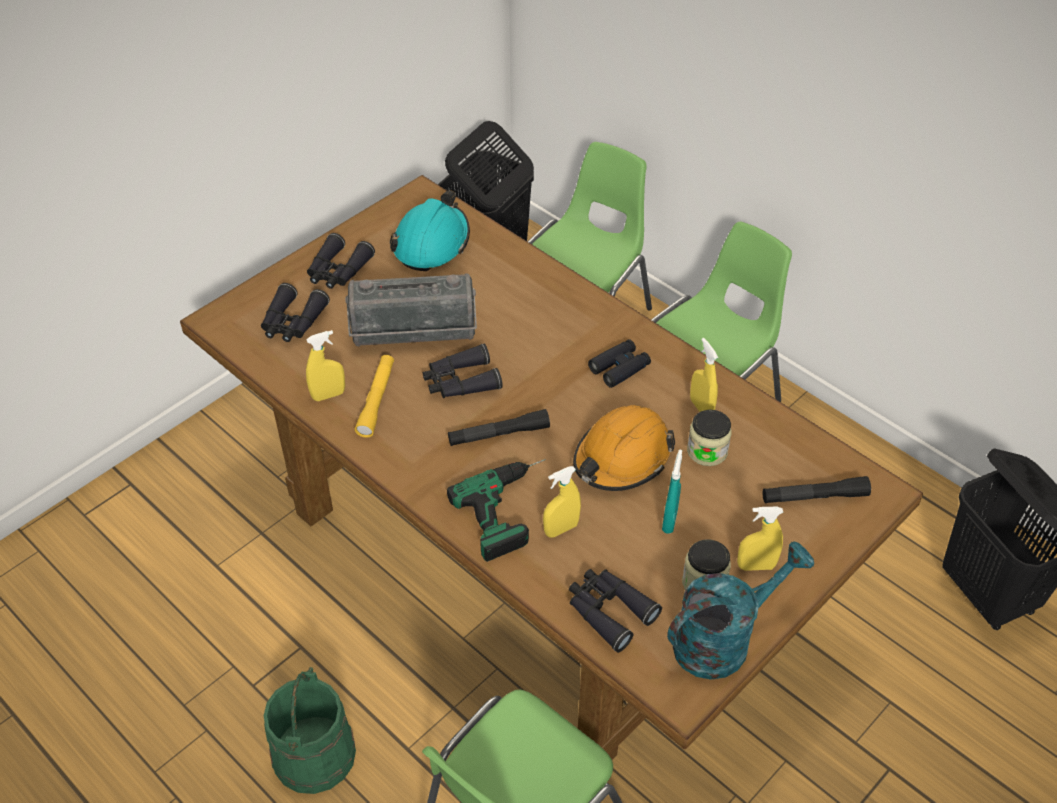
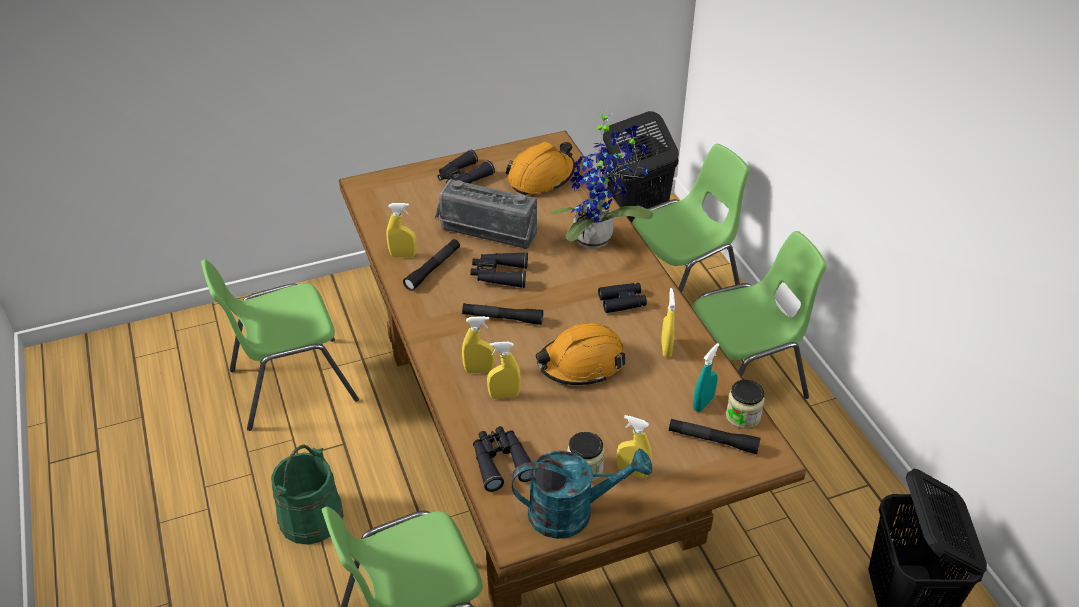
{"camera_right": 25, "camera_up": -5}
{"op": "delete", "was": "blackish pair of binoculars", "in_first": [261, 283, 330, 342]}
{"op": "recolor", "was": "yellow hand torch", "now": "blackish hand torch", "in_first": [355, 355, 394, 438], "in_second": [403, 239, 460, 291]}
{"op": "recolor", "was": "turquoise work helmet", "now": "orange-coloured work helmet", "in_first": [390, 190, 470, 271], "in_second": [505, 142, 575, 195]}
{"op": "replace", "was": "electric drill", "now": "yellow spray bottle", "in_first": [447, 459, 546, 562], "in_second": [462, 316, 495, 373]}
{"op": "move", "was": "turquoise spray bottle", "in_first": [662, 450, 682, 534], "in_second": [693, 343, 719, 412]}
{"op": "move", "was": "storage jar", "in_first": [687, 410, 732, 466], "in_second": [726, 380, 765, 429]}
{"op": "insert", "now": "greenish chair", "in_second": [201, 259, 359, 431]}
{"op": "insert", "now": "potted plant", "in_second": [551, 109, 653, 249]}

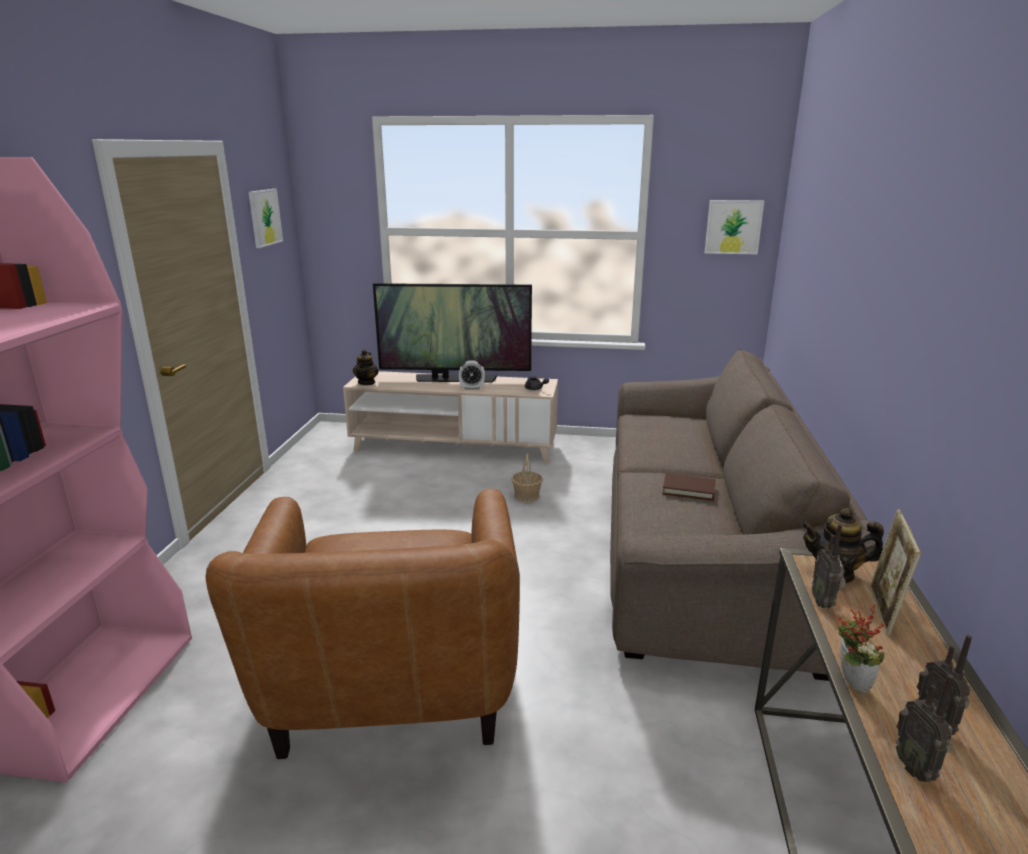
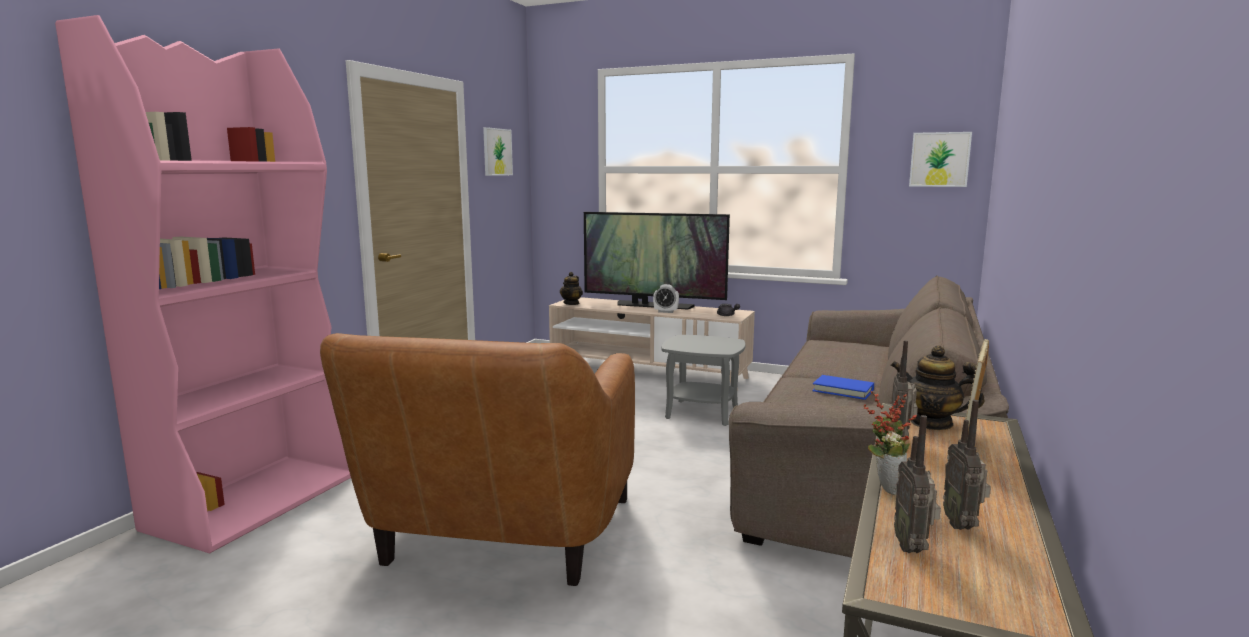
{"camera_right": 15, "camera_up": -10}
{"op": "replace", "was": "basket", "now": "grey end table", "in_first": [511, 453, 543, 503], "in_second": [662, 335, 745, 426]}
{"op": "recolor", "was": "brownish book", "now": "blue book", "in_first": [662, 473, 715, 501], "in_second": [812, 375, 874, 400]}

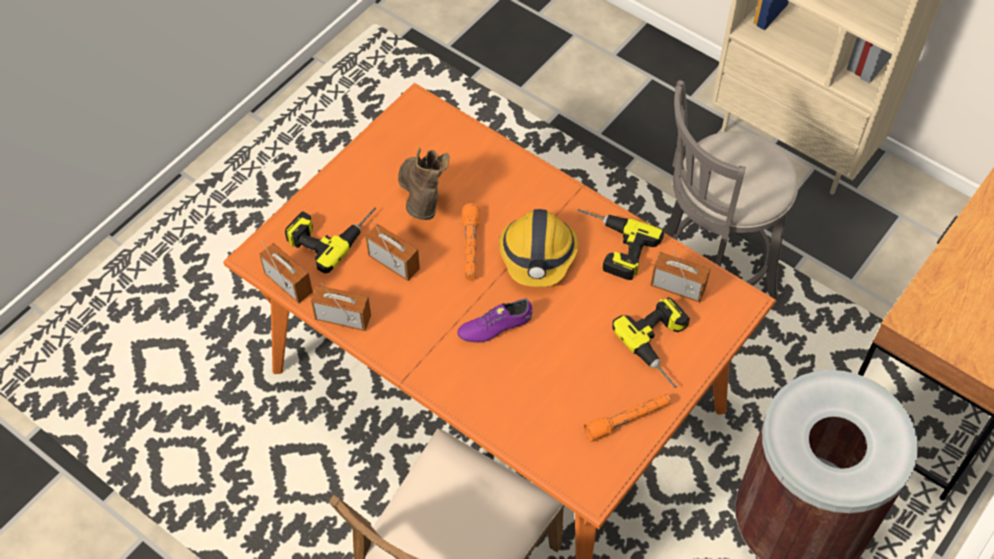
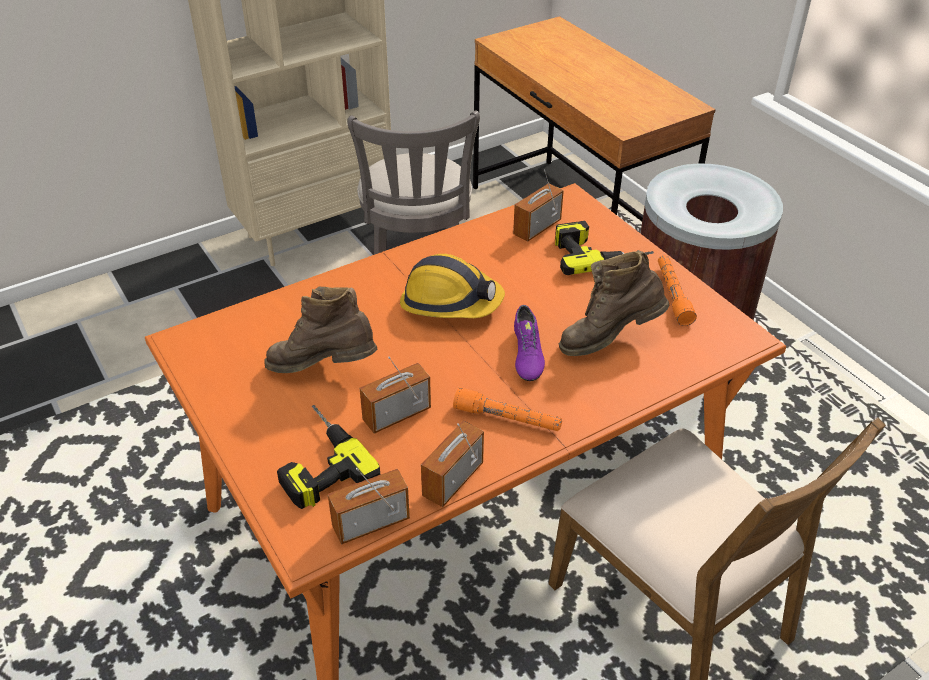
{"camera_right": -70, "camera_up": -15}
{"op": "move", "was": "orange-coloured hand torch", "in_first": [462, 203, 479, 280], "in_second": [453, 387, 562, 431]}
{"op": "delete", "was": "electric drill", "in_first": [578, 209, 664, 280]}
{"op": "insert", "now": "brownish high-top boot", "in_second": [559, 250, 669, 356]}

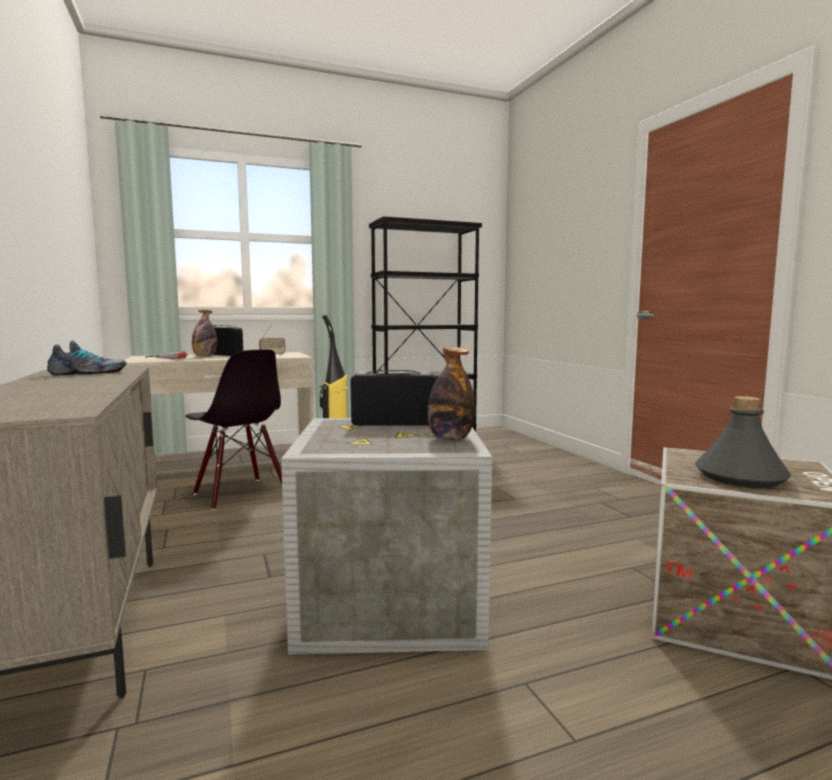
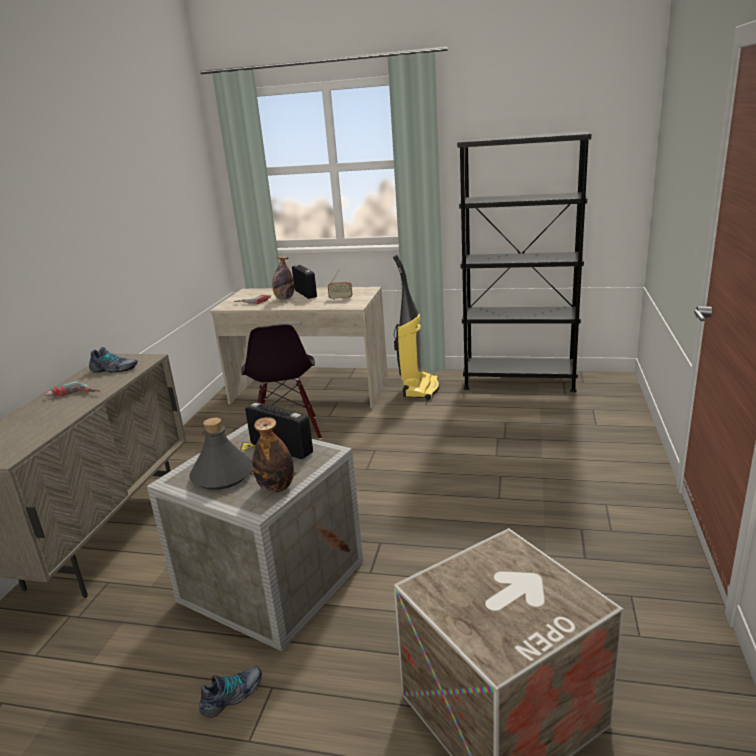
{"camera_right": 35, "camera_up": 15}
{"op": "move", "was": "grey beverage bottle", "in_first": [695, 396, 792, 488], "in_second": [189, 418, 253, 490]}
{"op": "insert", "now": "electric drill", "in_second": [45, 381, 101, 397]}
{"op": "insert", "now": "shoe", "in_second": [199, 667, 262, 718]}

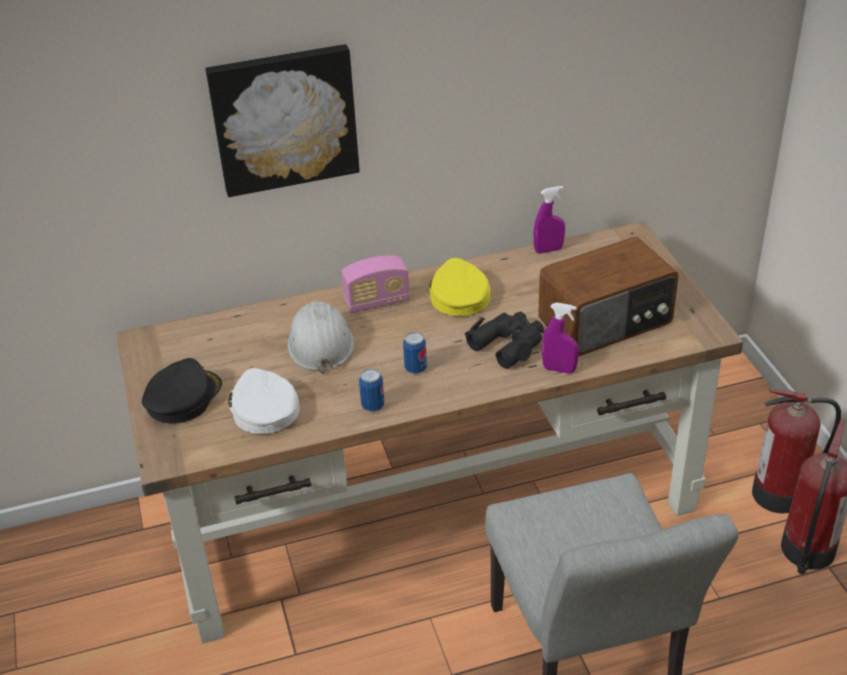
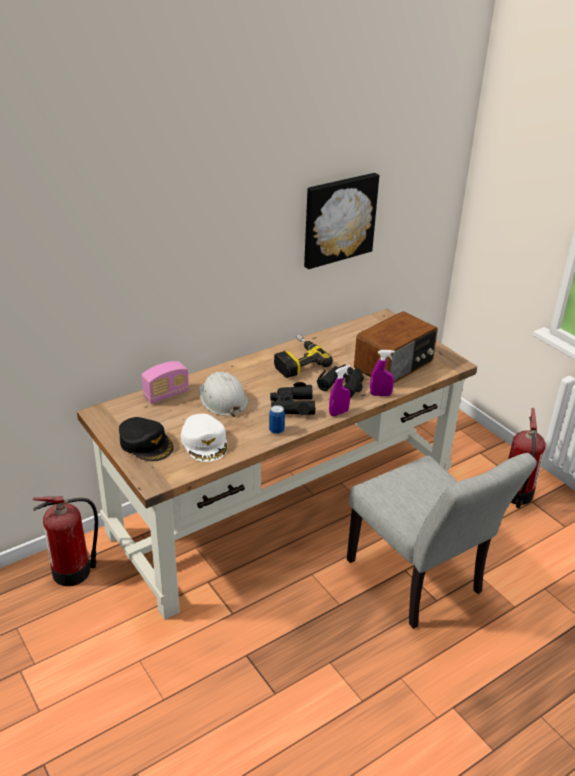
{"camera_right": -20, "camera_up": -5}
{"op": "rotate", "was": "blackish cap", "in_first": [142, 358, 222, 423], "in_second": [119, 417, 173, 461], "clockwise": 120}
{"op": "move", "was": "wall art", "in_first": [205, 44, 360, 197], "in_second": [304, 173, 379, 269]}
{"op": "rotate", "was": "white cap", "in_first": [228, 368, 300, 434], "in_second": [181, 414, 227, 462], "clockwise": -150}
{"op": "move", "was": "radio set", "in_first": [341, 255, 410, 313], "in_second": [142, 361, 189, 404]}
{"op": "replace", "was": "can", "now": "blackish pair of binoculars", "in_first": [403, 332, 427, 374], "in_second": [270, 382, 316, 415]}
{"op": "replace", "was": "yellow cap", "now": "electric drill", "in_first": [429, 258, 490, 316], "in_second": [274, 334, 333, 378]}
{"op": "move", "was": "purple spray bottle", "in_first": [534, 186, 565, 254], "in_second": [329, 365, 351, 416]}
{"op": "move", "was": "fire extinguisher", "in_first": [752, 389, 841, 513], "in_second": [32, 496, 98, 586]}

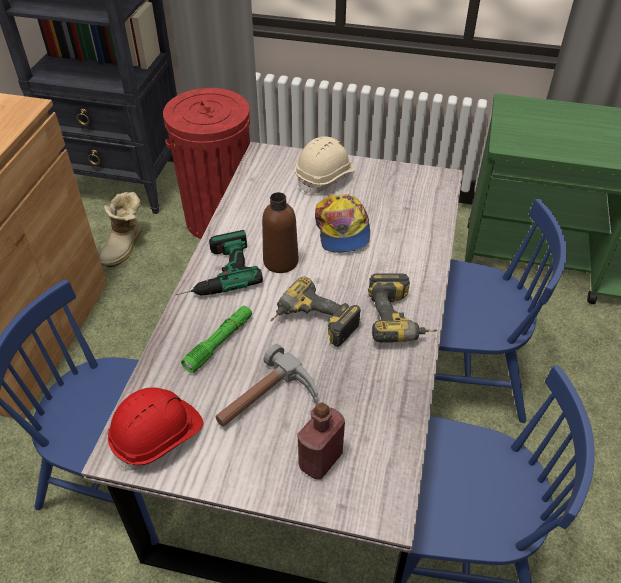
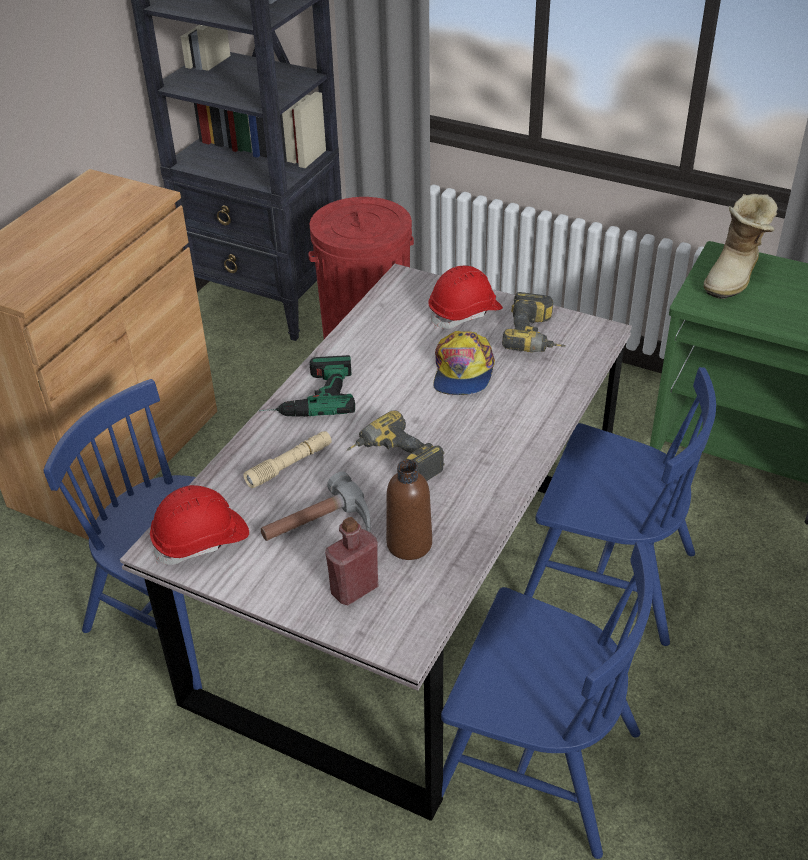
{"camera_right": 15, "camera_up": -5}
{"op": "move", "was": "high-top boot", "in_first": [99, 192, 142, 268], "in_second": [704, 194, 778, 299]}
{"op": "recolor", "was": "greenish hand torch", "now": "beige hand torch", "in_first": [181, 306, 252, 373], "in_second": [243, 431, 332, 488]}
{"op": "move", "was": "brownish beverage bottle", "in_first": [262, 192, 298, 273], "in_second": [386, 460, 432, 560]}
{"op": "recolor", "was": "beige work helmet", "now": "reddish work helmet", "in_first": [295, 136, 356, 194], "in_second": [428, 265, 503, 329]}
{"op": "move", "was": "electric drill", "in_first": [368, 274, 438, 343], "in_second": [502, 292, 565, 353]}

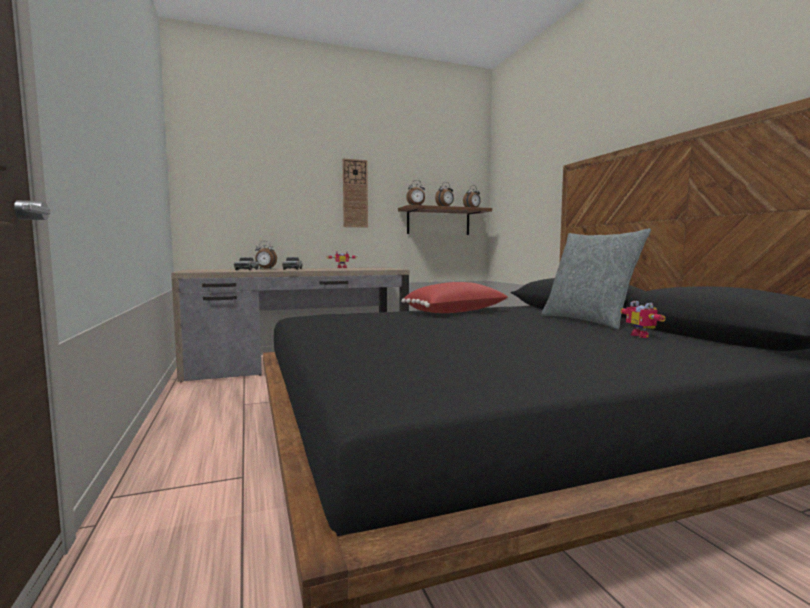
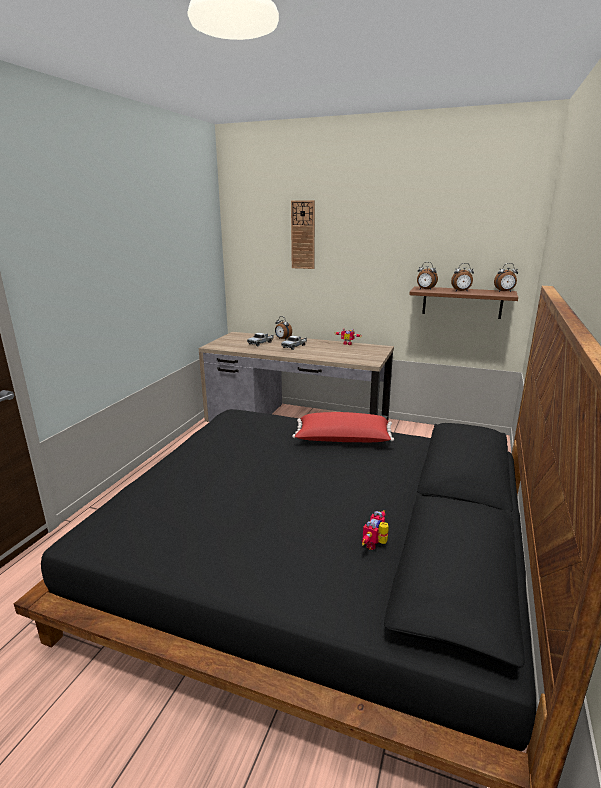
{"camera_right": 40, "camera_up": 15}
{"op": "move", "was": "hanging clock", "in_first": [343, 158, 368, 228], "in_second": [291, 200, 315, 269]}
{"op": "delete", "was": "grey pillow", "in_first": [541, 229, 651, 330]}

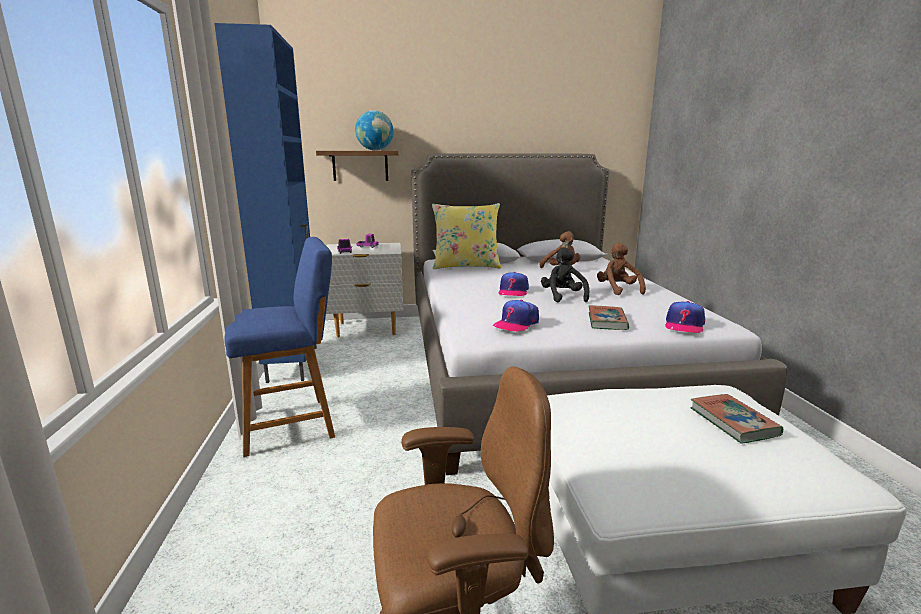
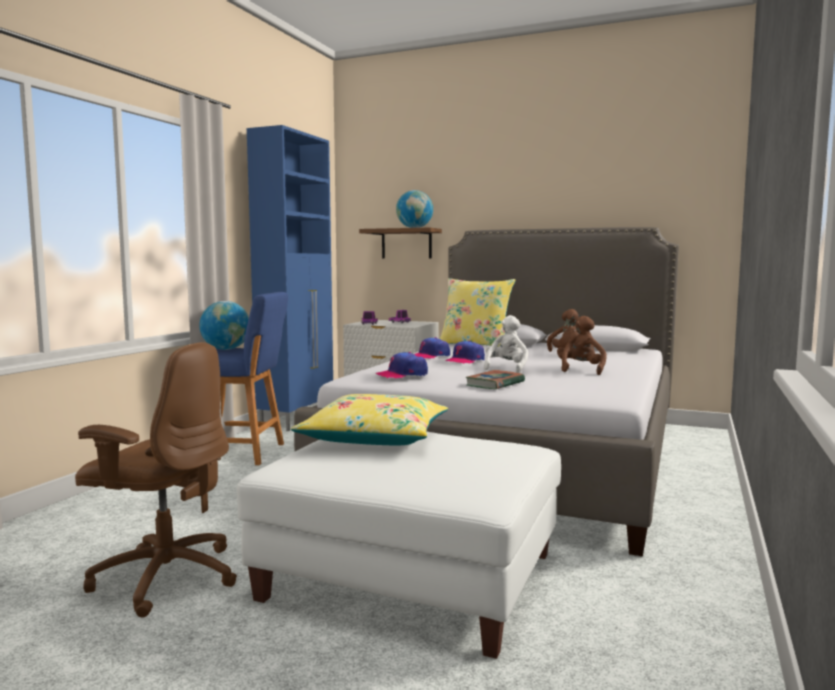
{"camera_right": 30, "camera_up": -10}
{"op": "recolor", "was": "blackish cuddly toy", "now": "white cuddly toy", "in_first": [541, 247, 589, 302], "in_second": [484, 315, 529, 373]}
{"op": "move", "was": "cap", "in_first": [665, 301, 705, 334], "in_second": [414, 337, 450, 359]}
{"op": "delete", "was": "book", "in_first": [690, 394, 783, 444]}
{"op": "insert", "now": "world globe", "in_second": [199, 301, 249, 350]}
{"op": "insert", "now": "yellow pillow", "in_second": [291, 394, 448, 445]}

